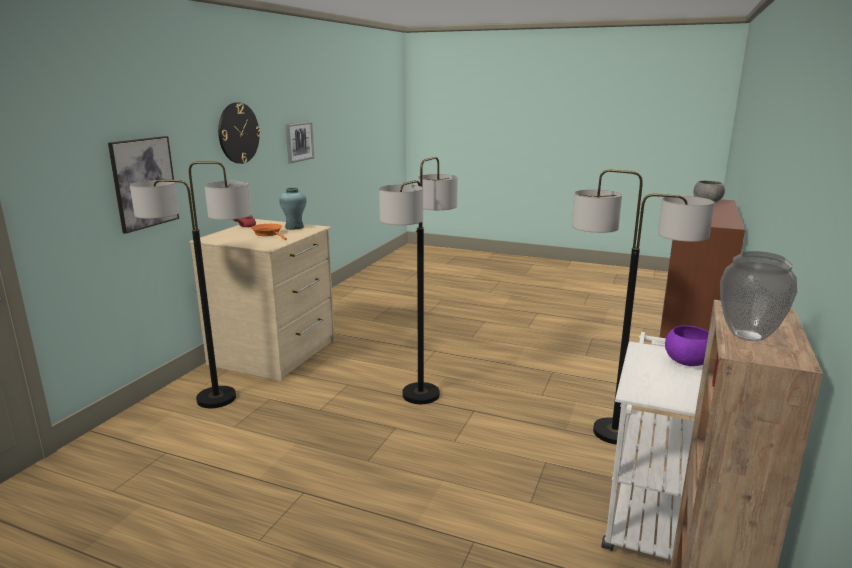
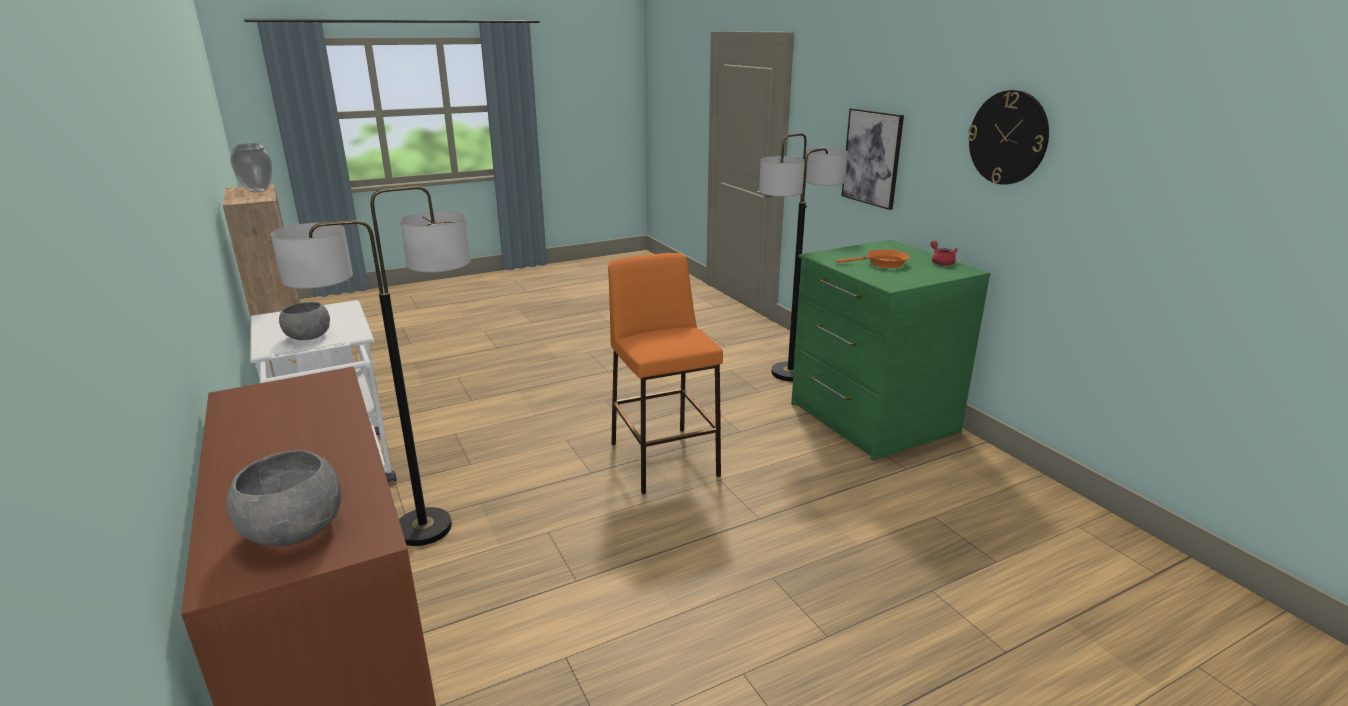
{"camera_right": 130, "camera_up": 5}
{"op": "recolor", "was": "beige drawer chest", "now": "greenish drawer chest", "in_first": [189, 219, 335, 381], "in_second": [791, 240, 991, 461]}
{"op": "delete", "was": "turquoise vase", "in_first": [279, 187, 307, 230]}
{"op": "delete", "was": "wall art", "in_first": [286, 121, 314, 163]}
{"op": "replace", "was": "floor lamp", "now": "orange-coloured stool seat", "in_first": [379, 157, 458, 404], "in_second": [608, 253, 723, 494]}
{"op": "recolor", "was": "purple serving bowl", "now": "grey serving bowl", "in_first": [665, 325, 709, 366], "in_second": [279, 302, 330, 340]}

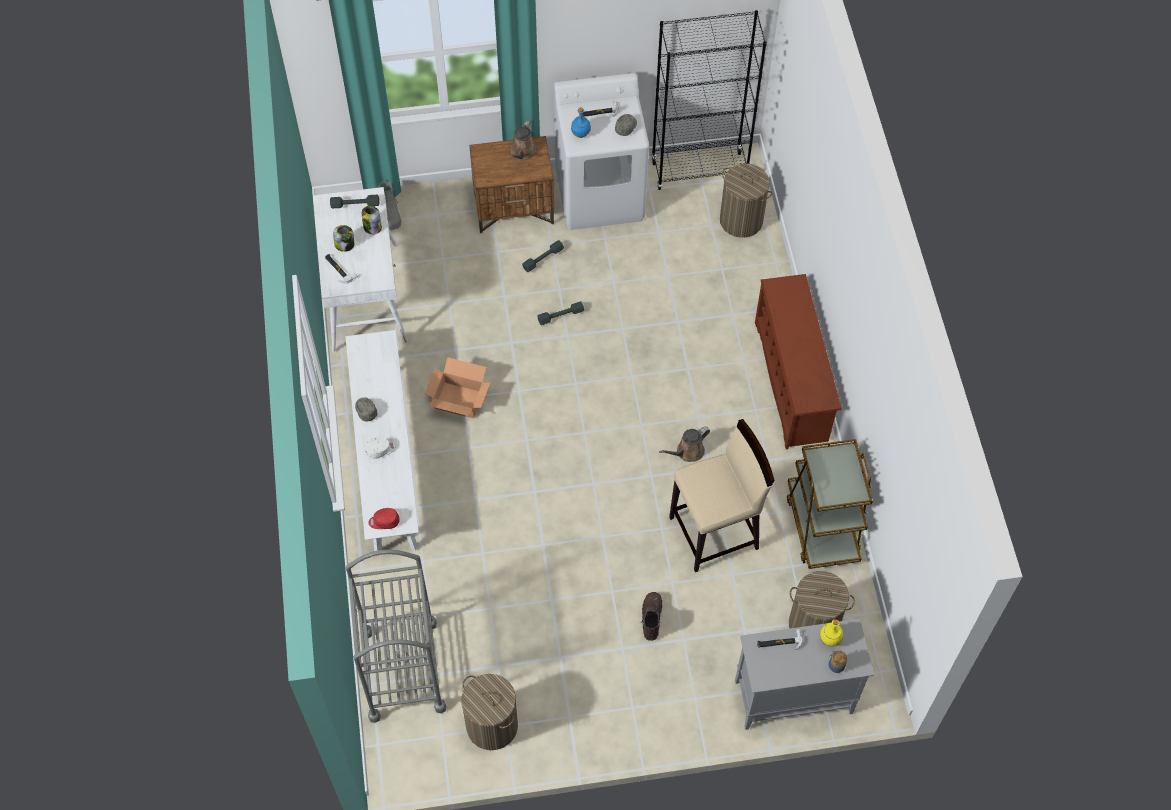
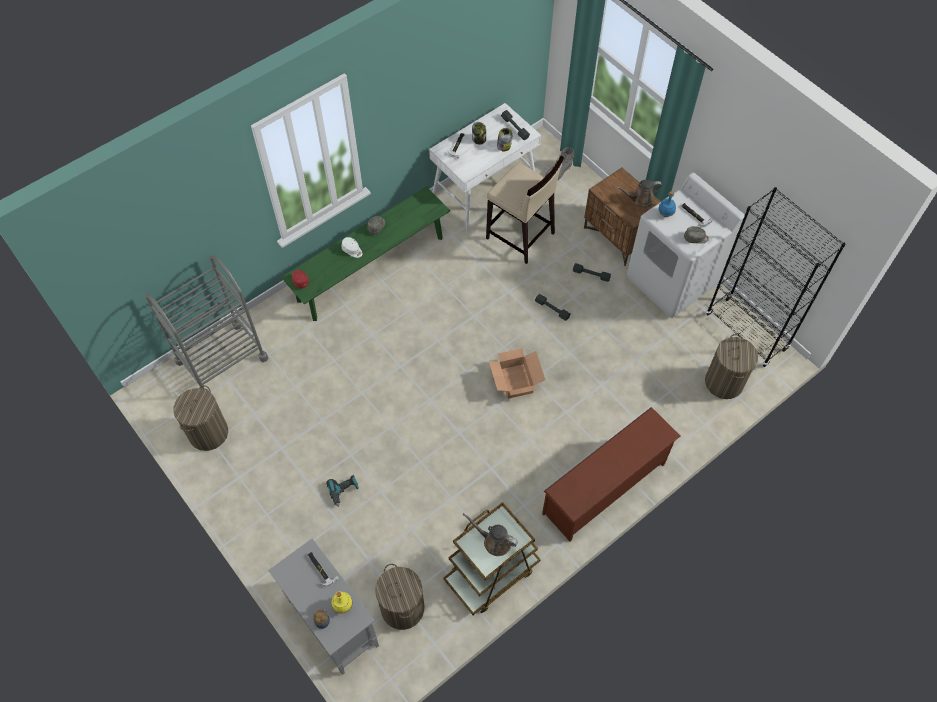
{"camera_right": 60, "camera_up": 0}
{"op": "recolor", "was": "white bench", "now": "greenish bench", "in_first": [345, 330, 419, 556], "in_second": [281, 187, 450, 321]}
{"op": "move", "was": "packing box", "in_first": [425, 357, 491, 418], "in_second": [489, 348, 545, 399]}
{"op": "replace", "was": "brownish high-top boot", "now": "electric drill", "in_first": [640, 592, 662, 641], "in_second": [326, 475, 359, 507]}
{"op": "move", "was": "brownish watering pot", "in_first": [659, 427, 710, 462], "in_second": [463, 513, 518, 556]}
{"op": "move", "was": "beige stool seat", "in_first": [669, 419, 774, 572], "in_second": [486, 156, 564, 264]}

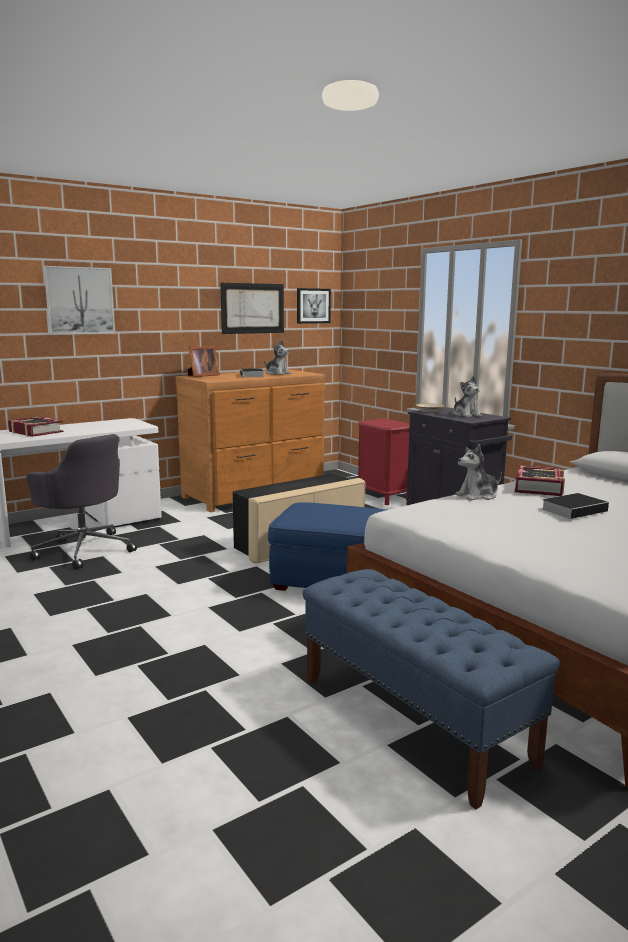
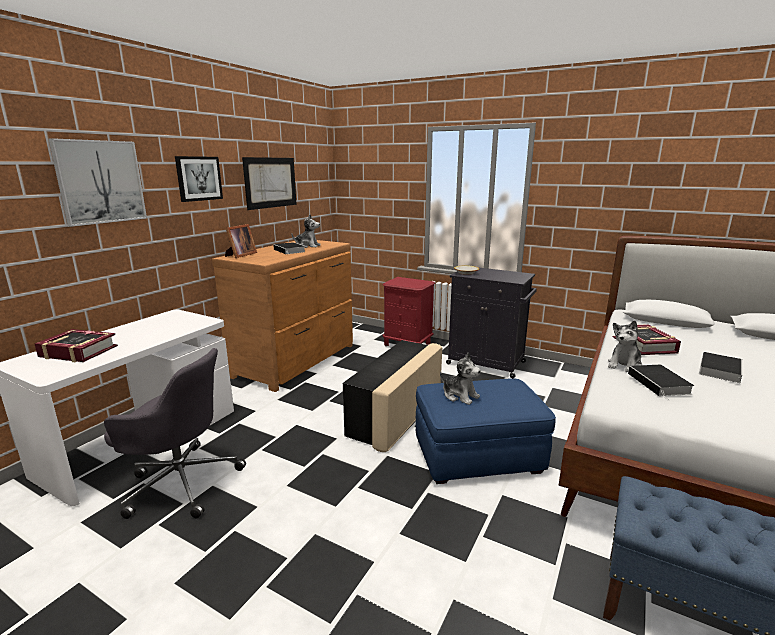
{"camera_right": -25, "camera_up": 5}
{"op": "move", "was": "wall art", "in_first": [297, 288, 331, 324], "in_second": [175, 156, 223, 202]}
{"op": "move", "was": "cuddly toy", "in_first": [454, 376, 482, 417], "in_second": [440, 352, 481, 405]}
{"op": "insert", "now": "book", "in_second": [628, 365, 694, 401]}

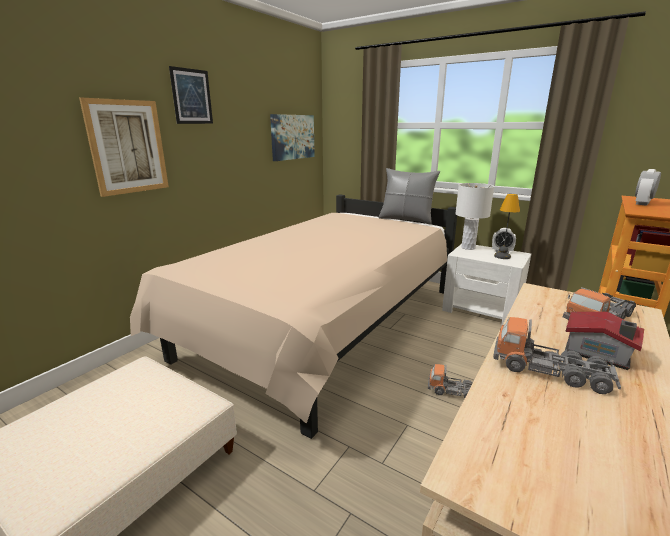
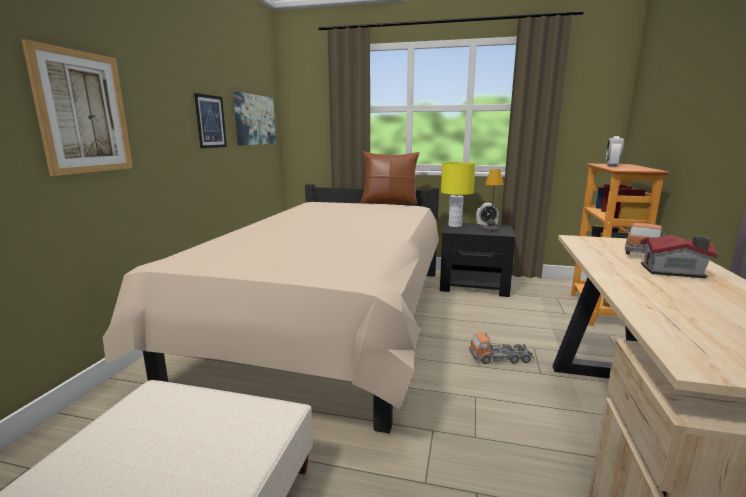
{"camera_right": -20, "camera_up": -5}
{"op": "move", "was": "wall art", "in_first": [169, 66, 213, 124], "in_second": [194, 93, 227, 148]}
{"op": "recolor", "was": "grey pillow", "now": "brownish pillow", "in_first": [378, 168, 440, 224], "in_second": [361, 152, 419, 206]}
{"op": "recolor", "was": "white night table", "now": "blackish night table", "in_first": [442, 244, 531, 326], "in_second": [440, 222, 516, 297]}
{"op": "recolor", "was": "white lamp for a table", "now": "yellow lamp for a table", "in_first": [455, 183, 494, 250], "in_second": [441, 162, 475, 227]}
{"op": "delete", "was": "toy lorry", "in_first": [493, 317, 621, 394]}

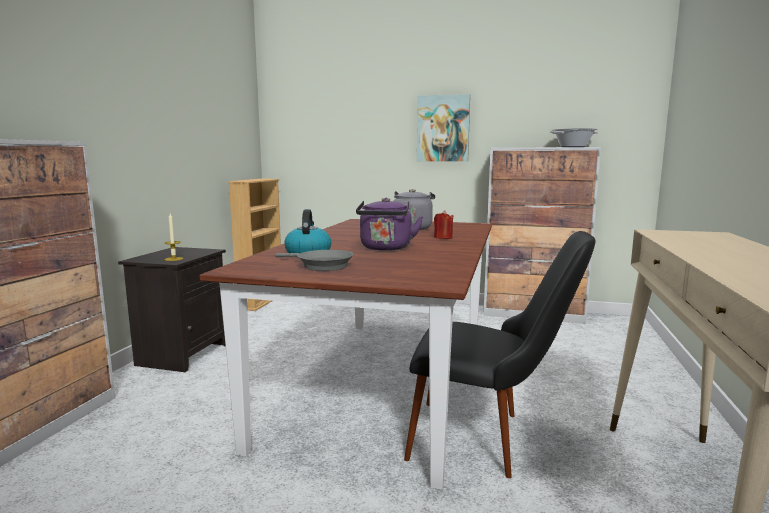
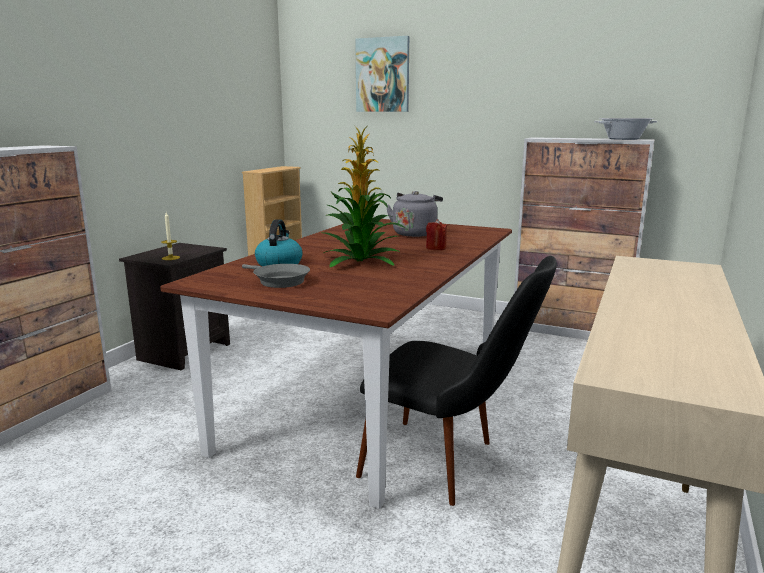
{"camera_right": 10, "camera_up": 5}
{"op": "replace", "was": "purple water kettle", "now": "potted plant", "in_first": [356, 198, 423, 251], "in_second": [322, 125, 405, 267]}
{"op": "move", "was": "wall art", "in_first": [417, 94, 470, 162], "in_second": [355, 36, 409, 112]}

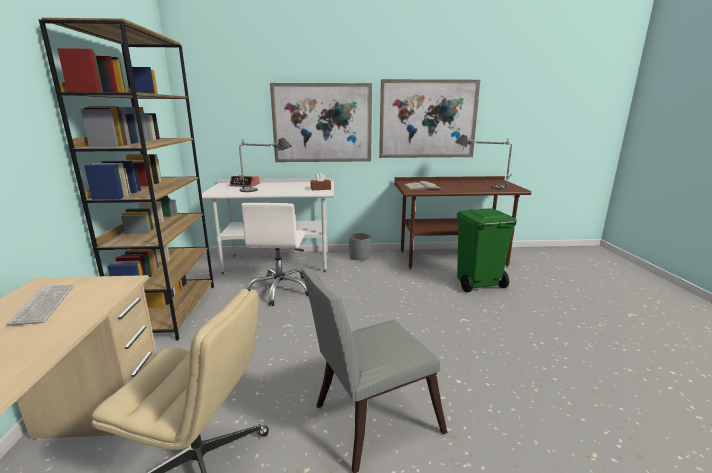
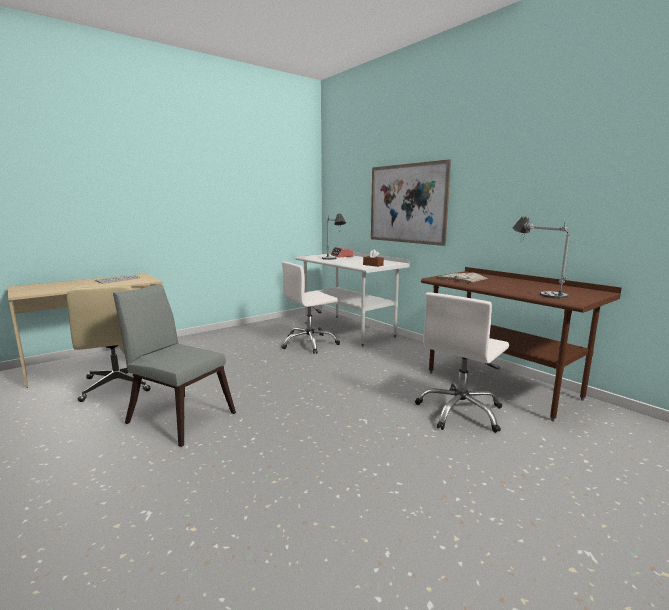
{"camera_right": 55, "camera_up": -5}
{"op": "delete", "was": "brownish bookshelf", "in_first": [39, 18, 214, 340]}
{"op": "delete", "was": "grey flower pot", "in_first": [349, 233, 371, 261]}
{"op": "delete", "was": "wall art", "in_first": [379, 79, 480, 158]}
{"op": "replace", "was": "greenish rubbish bin", "now": "white computer chair", "in_first": [457, 208, 517, 292], "in_second": [415, 292, 509, 433]}

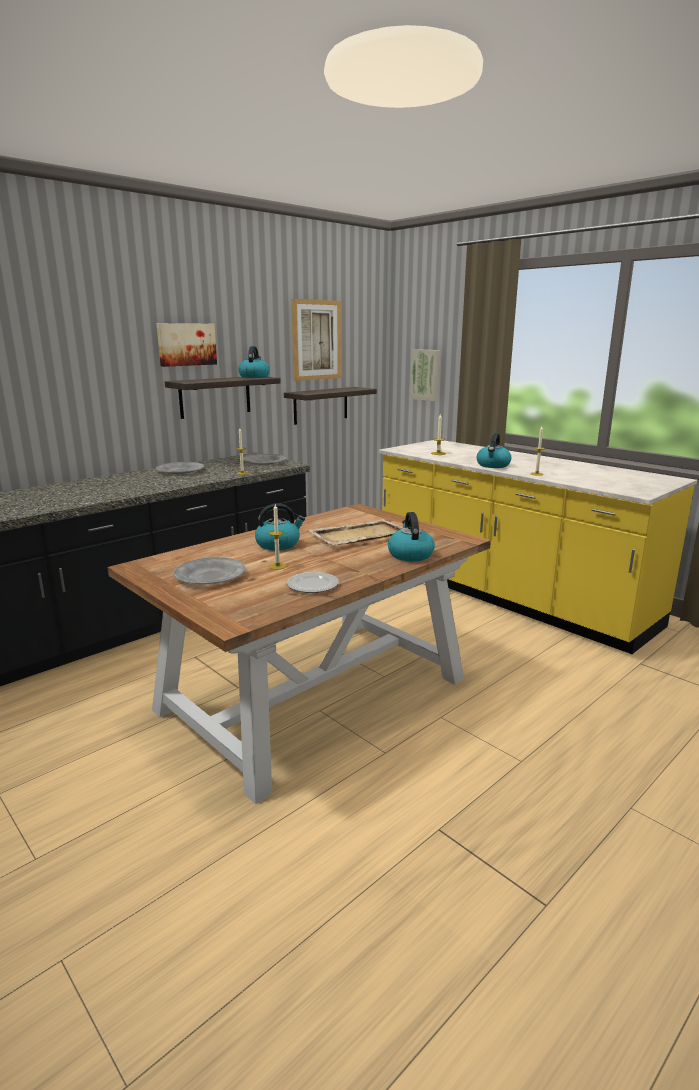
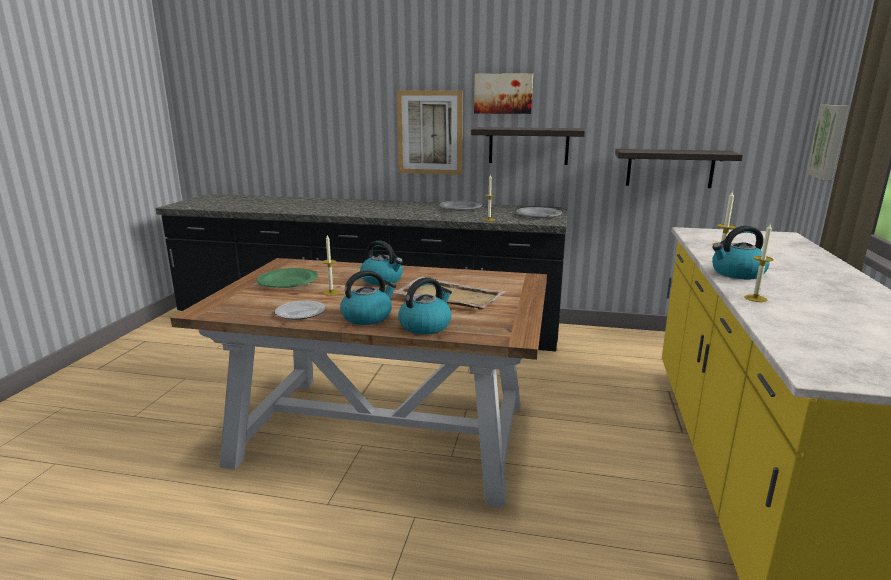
{"camera_right": 55, "camera_up": 0}
{"op": "recolor", "was": "grey plate", "now": "greenish plate", "in_first": [174, 557, 246, 584], "in_second": [257, 268, 318, 288]}
{"op": "move", "was": "water kettle", "in_first": [238, 346, 270, 378], "in_second": [340, 270, 396, 325]}
{"op": "move", "was": "wall art", "in_first": [291, 299, 342, 381], "in_second": [397, 90, 463, 175]}

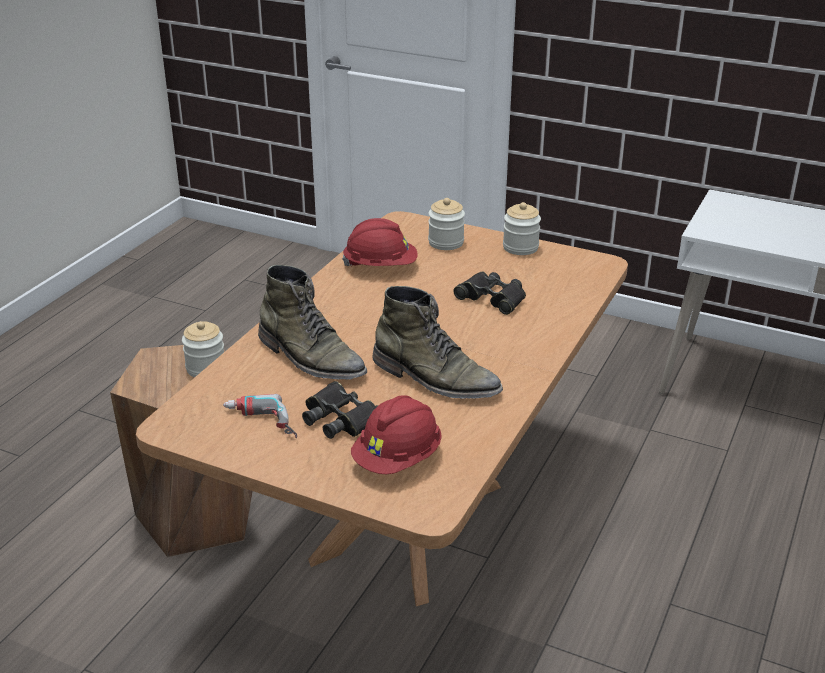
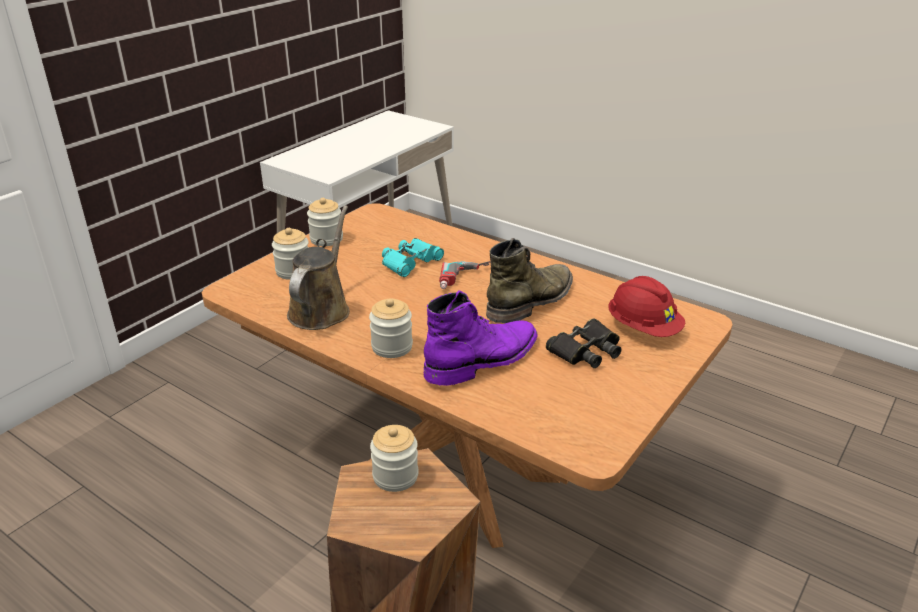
{"camera_right": -80, "camera_up": 0}
{"op": "move", "was": "electric drill", "in_first": [223, 394, 297, 438], "in_second": [439, 261, 491, 289]}
{"op": "recolor", "was": "greenish high-top boot", "now": "purple high-top boot", "in_first": [258, 265, 367, 380], "in_second": [424, 291, 538, 386]}
{"op": "replace", "was": "reddish work helmet", "now": "brownish watering pot", "in_first": [342, 218, 418, 267], "in_second": [287, 205, 350, 330]}
{"op": "recolor", "was": "blackish pair of binoculars", "now": "turquoise pair of binoculars", "in_first": [453, 271, 526, 315], "in_second": [382, 238, 444, 277]}
{"op": "insert", "now": "storage jar", "in_second": [369, 298, 413, 358]}

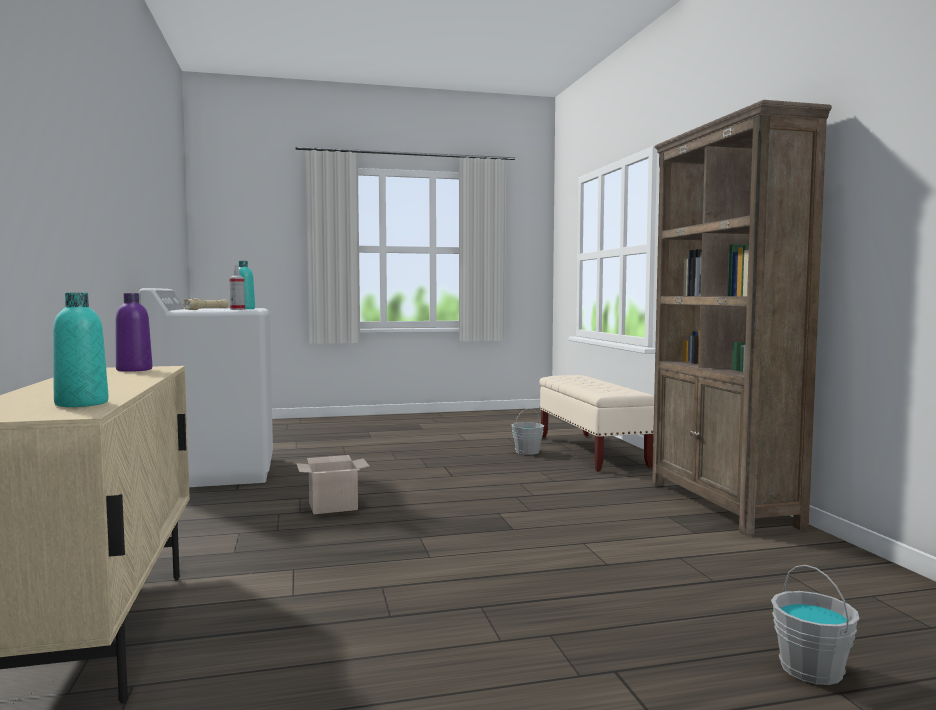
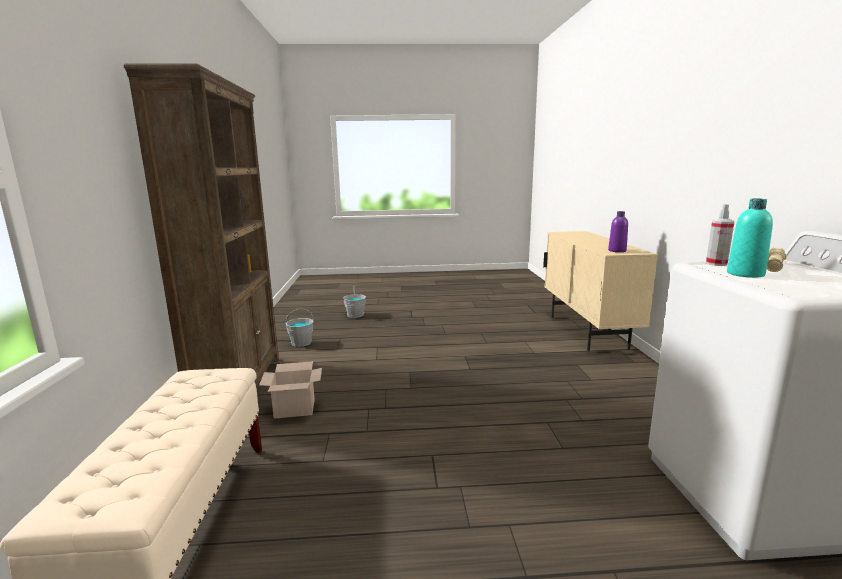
{"camera_right": -170, "camera_up": 10}
{"op": "delete", "was": "turquoise beverage bottle", "in_first": [53, 293, 109, 407]}
{"op": "move", "was": "packing box", "in_first": [296, 455, 369, 514], "in_second": [259, 361, 322, 419]}
{"op": "move", "was": "grey bucket", "in_first": [511, 408, 544, 455], "in_second": [285, 309, 314, 347]}

